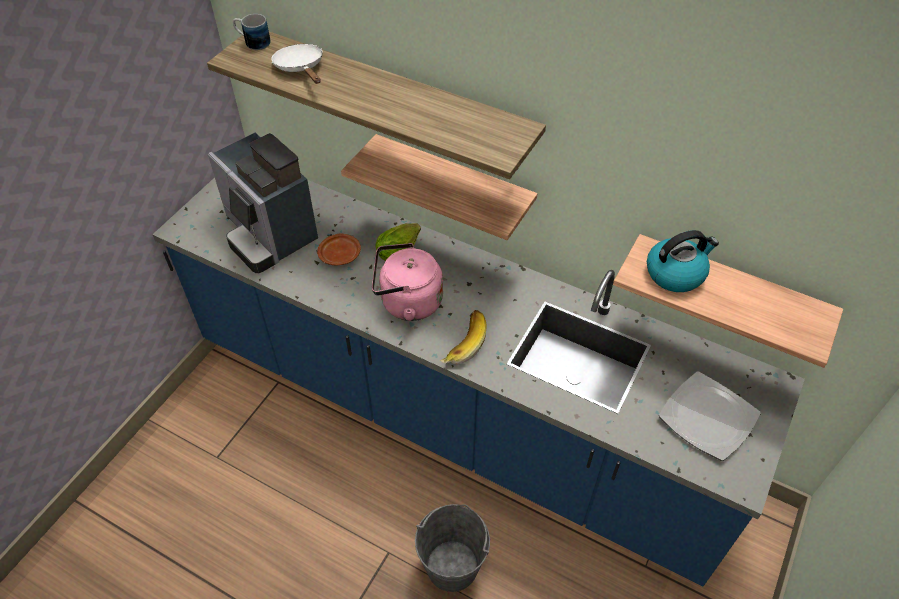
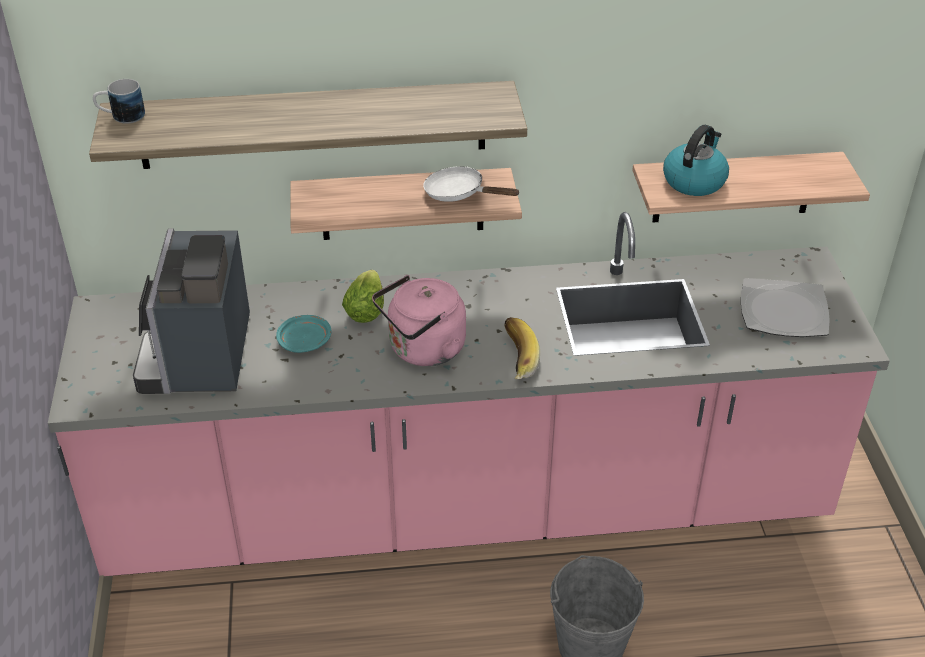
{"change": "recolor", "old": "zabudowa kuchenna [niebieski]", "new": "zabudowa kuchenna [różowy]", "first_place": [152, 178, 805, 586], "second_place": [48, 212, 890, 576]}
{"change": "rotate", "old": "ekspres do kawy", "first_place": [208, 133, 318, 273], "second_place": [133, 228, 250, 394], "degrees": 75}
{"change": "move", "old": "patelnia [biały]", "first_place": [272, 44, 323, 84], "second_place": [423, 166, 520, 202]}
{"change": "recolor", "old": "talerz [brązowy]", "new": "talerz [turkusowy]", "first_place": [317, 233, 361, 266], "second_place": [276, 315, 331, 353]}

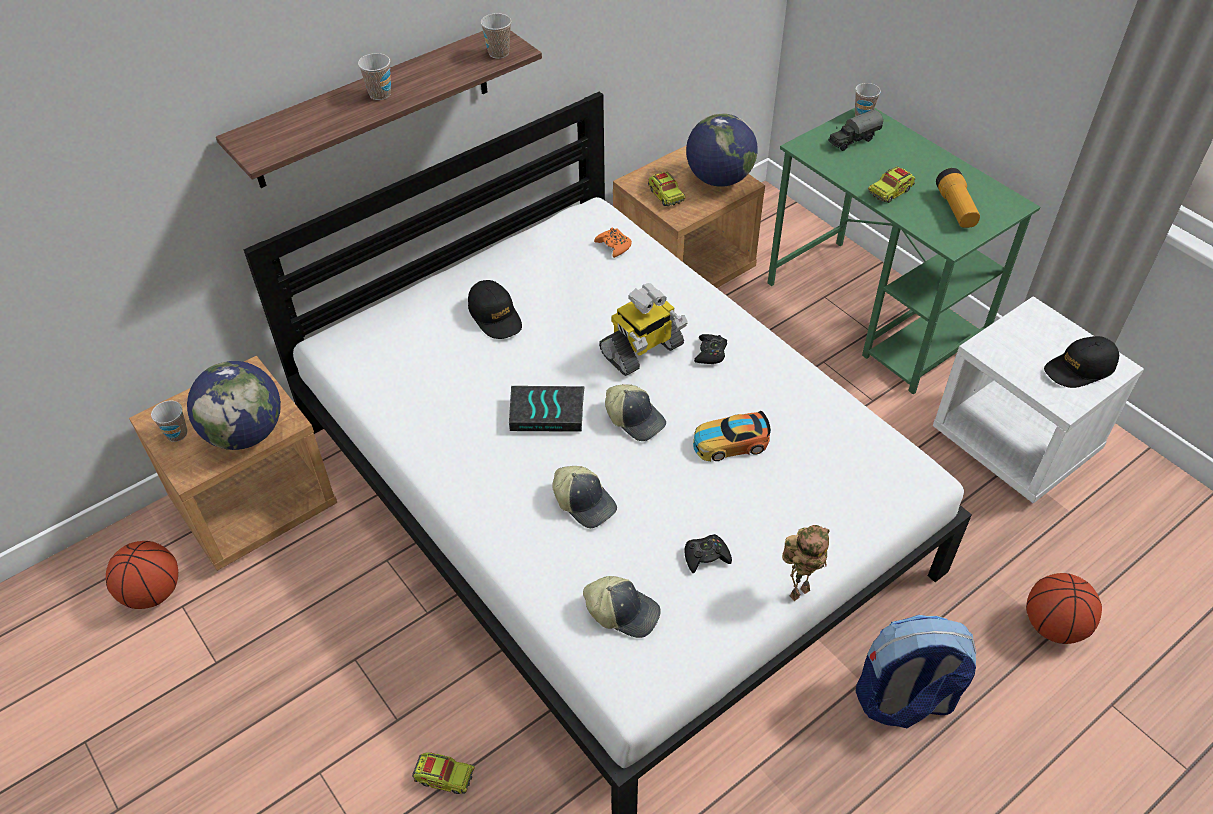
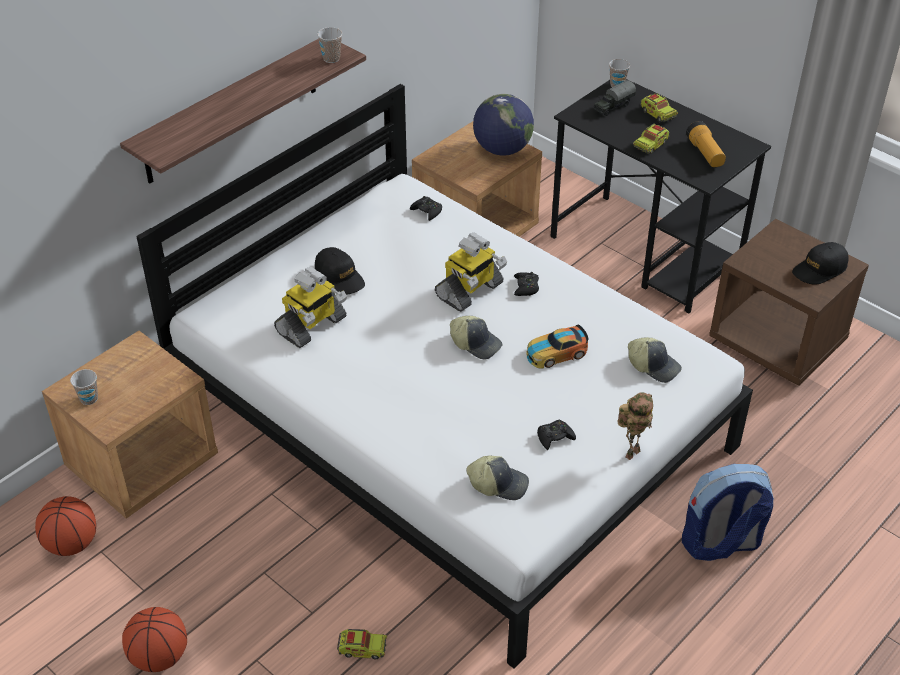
{"change": "delete", "old": "globus", "first_place": [187, 361, 281, 450]}
{"change": "delete", "old": "filiżanka", "first_place": [358, 53, 391, 100]}
{"change": "delete", "old": "książka", "first_place": [509, 386, 585, 432]}
{"change": "move", "old": "czapka z daszkiem", "first_place": [552, 466, 617, 528], "second_place": [628, 337, 682, 383]}
{"change": "recolor", "old": "pad do gier [pomarańczowy]", "new": "pad do gier [czarny]", "first_place": [594, 227, 632, 258], "second_place": [410, 196, 442, 221]}
{"change": "move", "old": "ciężarówka zabawkowa", "first_place": [648, 172, 686, 206], "second_place": [640, 93, 678, 122]}
{"change": "recolor", "old": "biurko [zielony]", "new": "biurko [czarny]", "first_place": [768, 108, 1040, 394], "second_place": [551, 79, 771, 313]}
{"change": "recolor", "old": "szafka nocna [biały]", "new": "szafka nocna [brązowy]", "first_place": [933, 296, 1144, 504], "second_place": [709, 219, 869, 386]}
{"change": "move", "old": "piłka do koszykówki", "first_place": [1026, 573, 1102, 644], "second_place": [122, 607, 187, 672]}
{"change": "insert", "new": "robot zabawkowy", "second_place": [274, 267, 347, 348]}

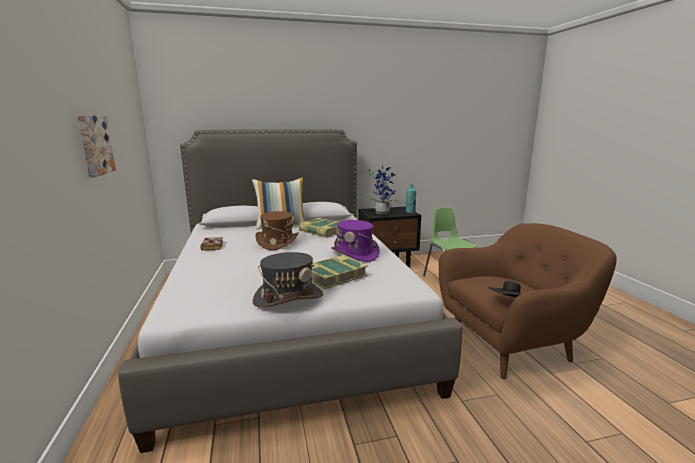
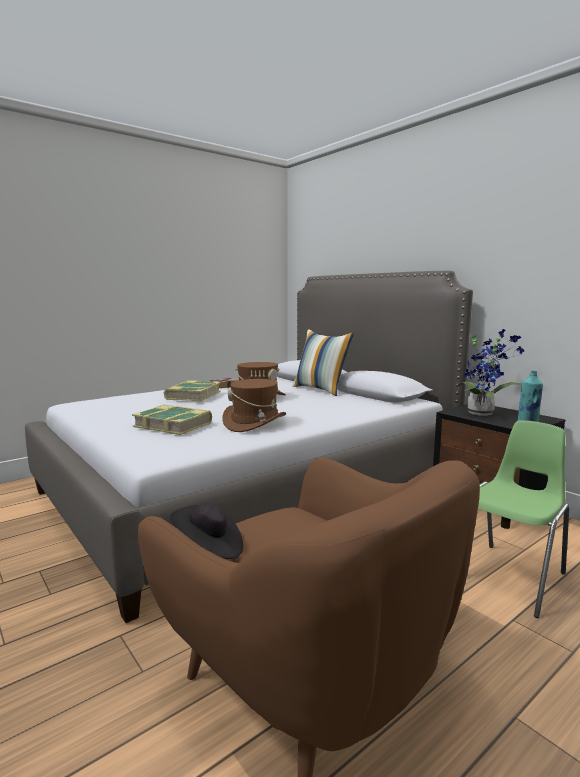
{"change": "delete", "old": "obraz", "first_place": [77, 115, 116, 177]}
{"change": "delete", "old": "kapelusz [szary]", "first_place": [253, 252, 323, 307]}
{"change": "move", "old": "książka", "first_place": [298, 218, 339, 238], "second_place": [164, 380, 221, 401]}
{"change": "recolor", "old": "kapelusz [fioletowy]", "new": "kapelusz [brązowy]", "first_place": [331, 220, 380, 262], "second_place": [222, 379, 286, 432]}

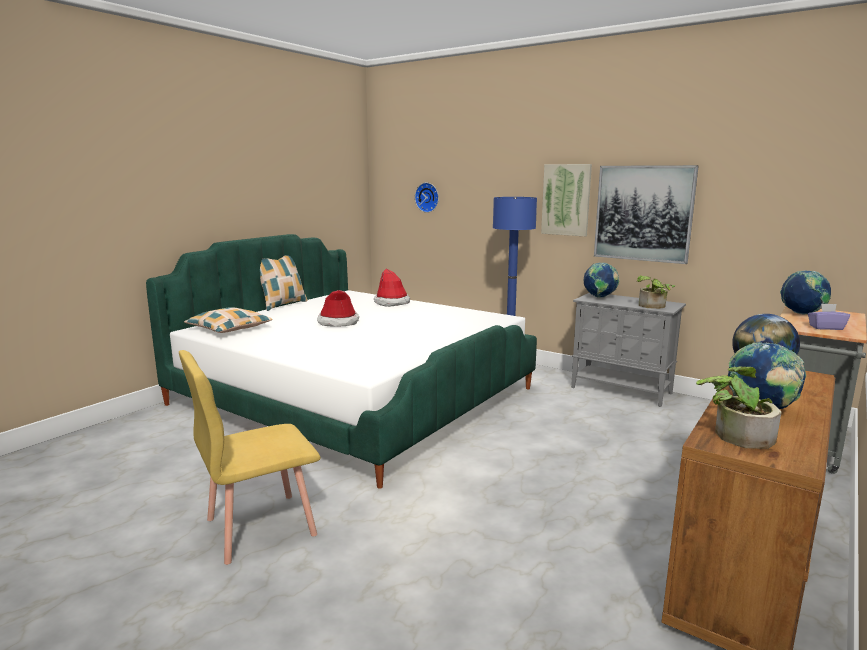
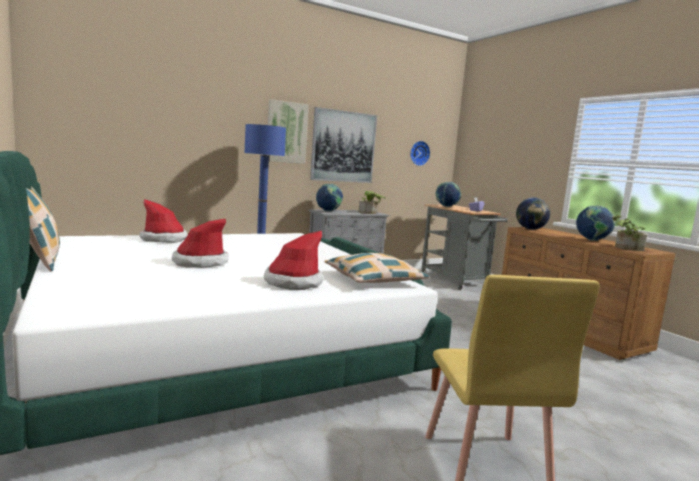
{"change": "move", "old": "poduszka", "first_place": [184, 307, 272, 333], "second_place": [325, 253, 429, 283]}
{"change": "move", "old": "zegar ścienny", "first_place": [415, 183, 439, 213], "second_place": [410, 141, 430, 166]}
{"change": "insert", "new": "kapelusz", "second_place": [264, 231, 324, 290]}

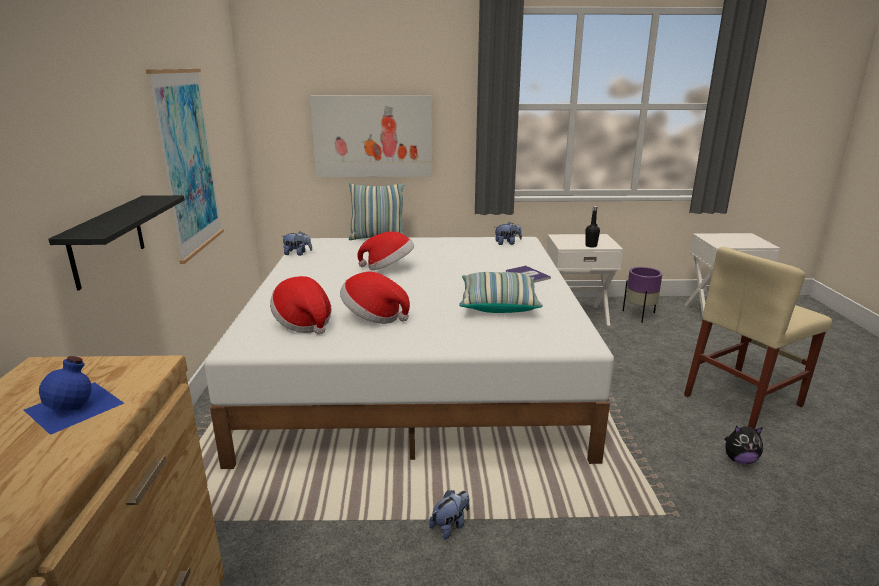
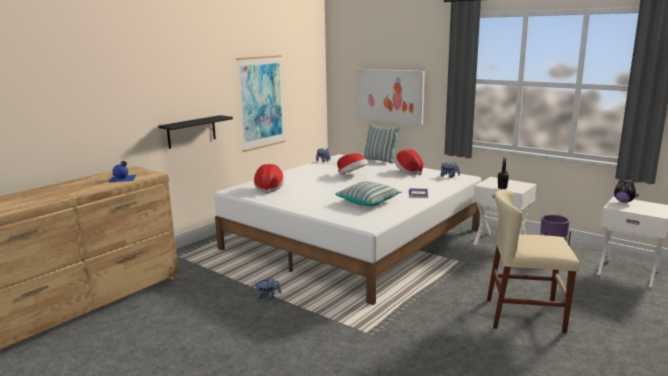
{"change": "move", "old": "kapelusz", "first_place": [340, 272, 410, 324], "second_place": [394, 149, 423, 175]}
{"change": "move", "old": "pluszak", "first_place": [725, 426, 763, 464], "second_place": [614, 178, 639, 203]}

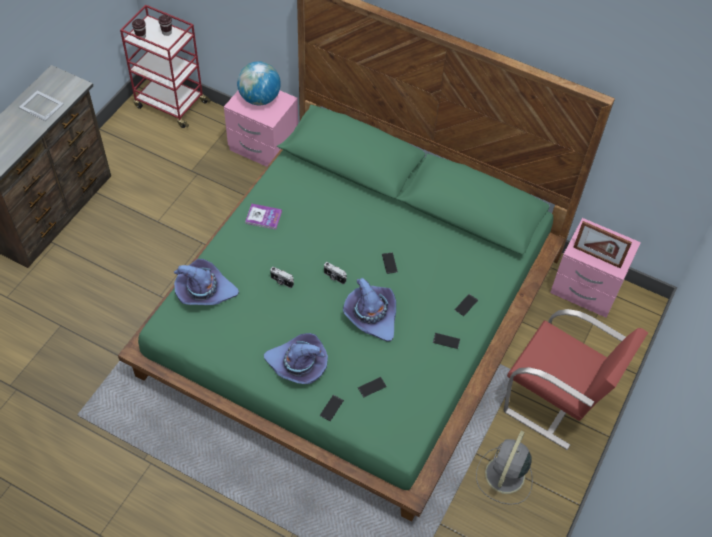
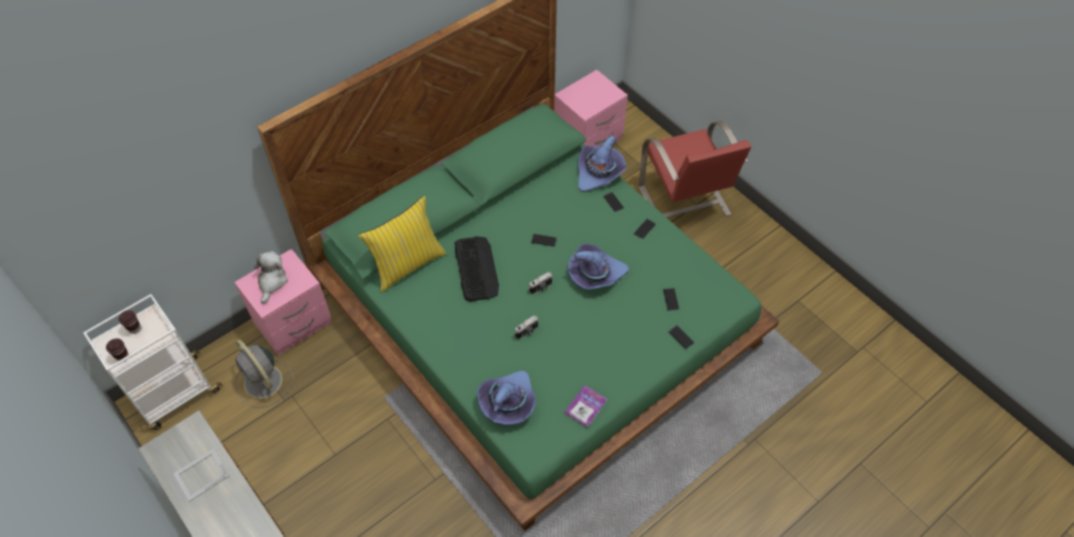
{"change": "recolor", "old": "wózek [czerwony]", "new": "wózek [biały]", "first_place": [120, 5, 211, 128], "second_place": [83, 294, 223, 430]}
{"change": "replace", "old": "globus", "new": "pluszak", "first_place": [237, 61, 281, 105], "second_place": [253, 251, 288, 303]}
{"change": "move", "old": "książka", "first_place": [245, 204, 282, 229], "second_place": [565, 385, 607, 428]}
{"change": "move", "old": "kapelusz [fioletowy]", "first_place": [264, 333, 328, 384], "second_place": [578, 136, 627, 192]}
{"change": "move", "old": "wentylator [szary]", "first_place": [476, 431, 533, 505], "second_place": [235, 339, 294, 408]}
{"change": "rotate", "old": "krzesło [czerwony]", "first_place": [504, 309, 648, 450], "second_place": [639, 121, 751, 218], "degrees": 105}
{"change": "delete", "old": "ramka na zdjęcie", "first_place": [573, 221, 632, 269]}
{"change": "insert", "new": "poduszka [żółty]", "second_place": [358, 196, 446, 292]}
{"change": "insert", "new": "klawiatura", "second_place": [455, 236, 499, 302]}

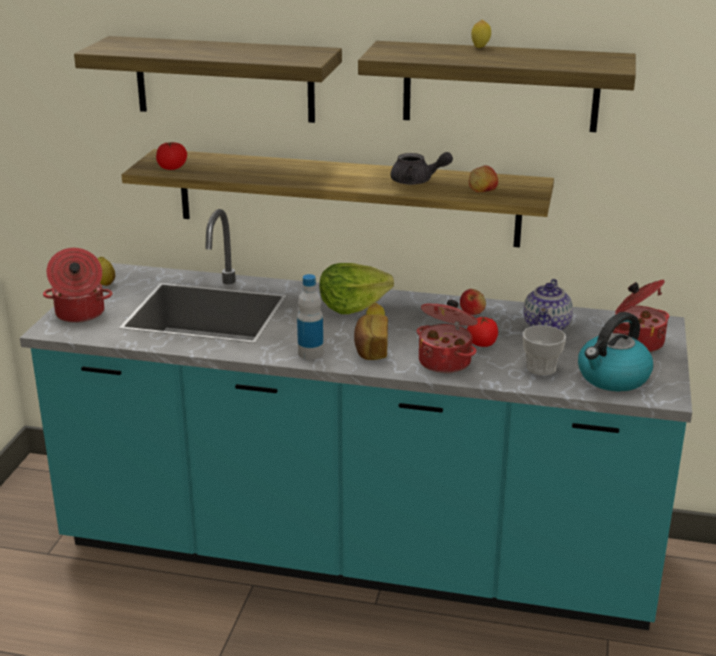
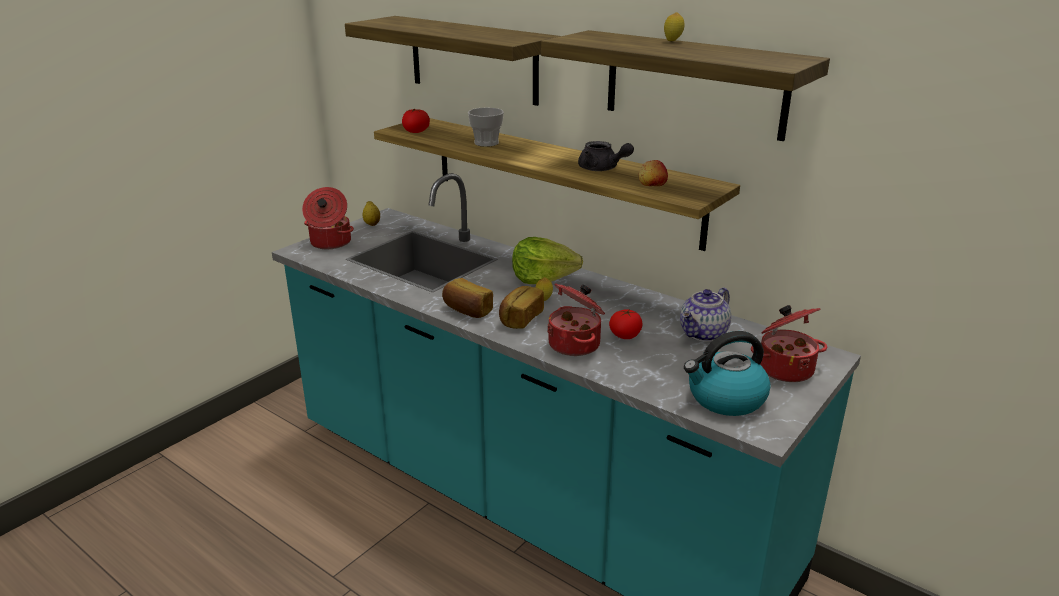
{"change": "replace", "old": "butelka", "new": "chleb", "first_place": [297, 274, 324, 360], "second_place": [442, 278, 493, 318]}
{"change": "delete", "old": "jabłko", "first_place": [460, 289, 486, 315]}
{"change": "move", "old": "filiżanka", "first_place": [523, 325, 566, 376], "second_place": [468, 108, 504, 147]}

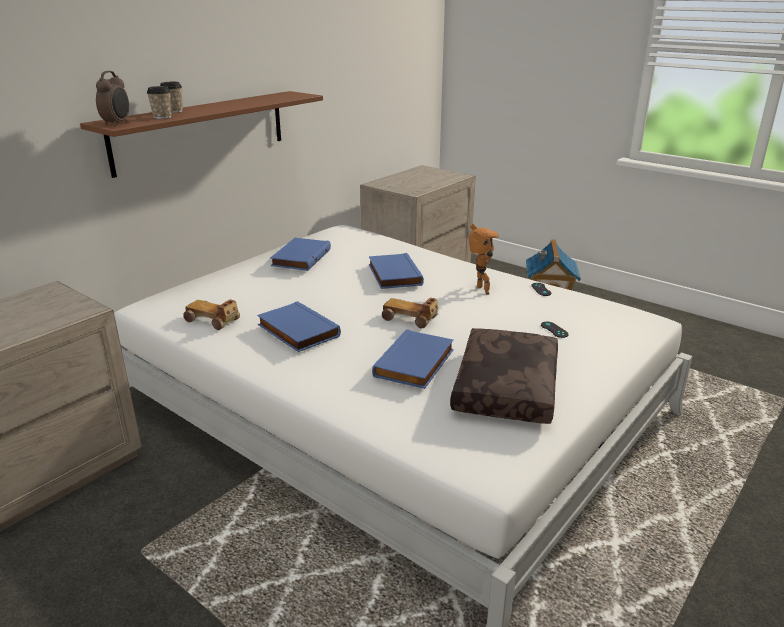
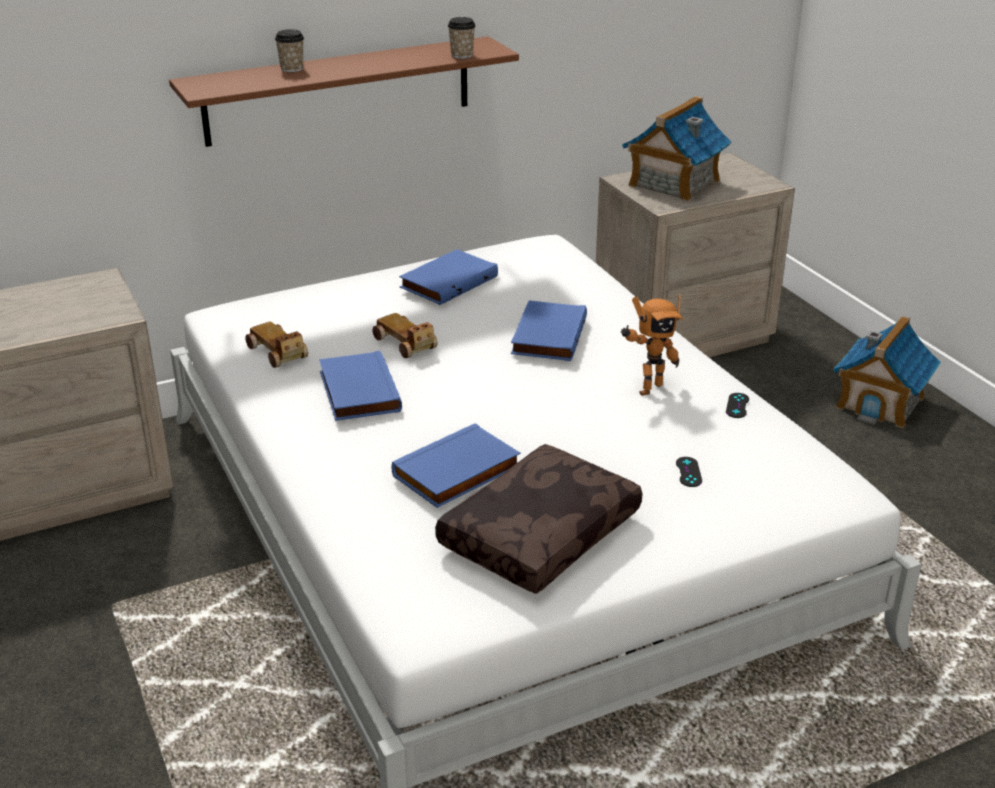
{"change": "delete", "old": "budzik", "first_place": [96, 71, 129, 126]}
{"change": "move", "old": "filiżanka", "first_place": [147, 86, 172, 119], "second_place": [448, 17, 476, 59]}
{"change": "move", "old": "samochodzik", "first_place": [382, 298, 438, 328], "second_place": [373, 313, 437, 358]}
{"change": "rotate", "old": "robot zabawkowy", "first_place": [469, 224, 499, 295], "second_place": [621, 294, 683, 396], "degrees": 45}
{"change": "insert", "new": "domek", "second_place": [622, 96, 731, 202]}

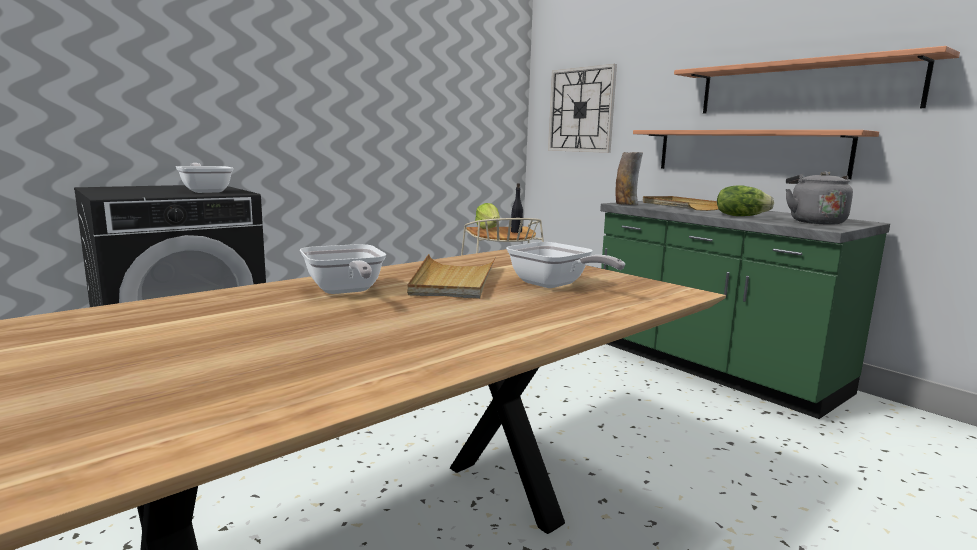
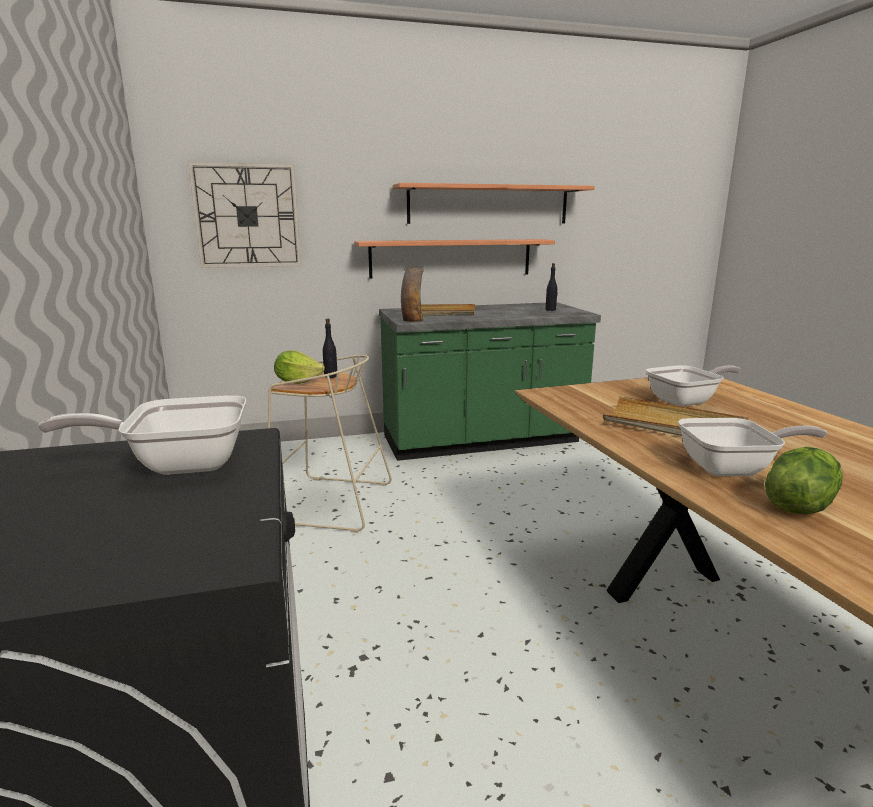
{"change": "move", "old": "sałata", "first_place": [717, 185, 774, 216], "second_place": [765, 447, 843, 514]}
{"change": "replace", "old": "czajnik [szary]", "new": "butelka [czarny]", "first_place": [786, 171, 853, 225], "second_place": [545, 263, 558, 311]}

